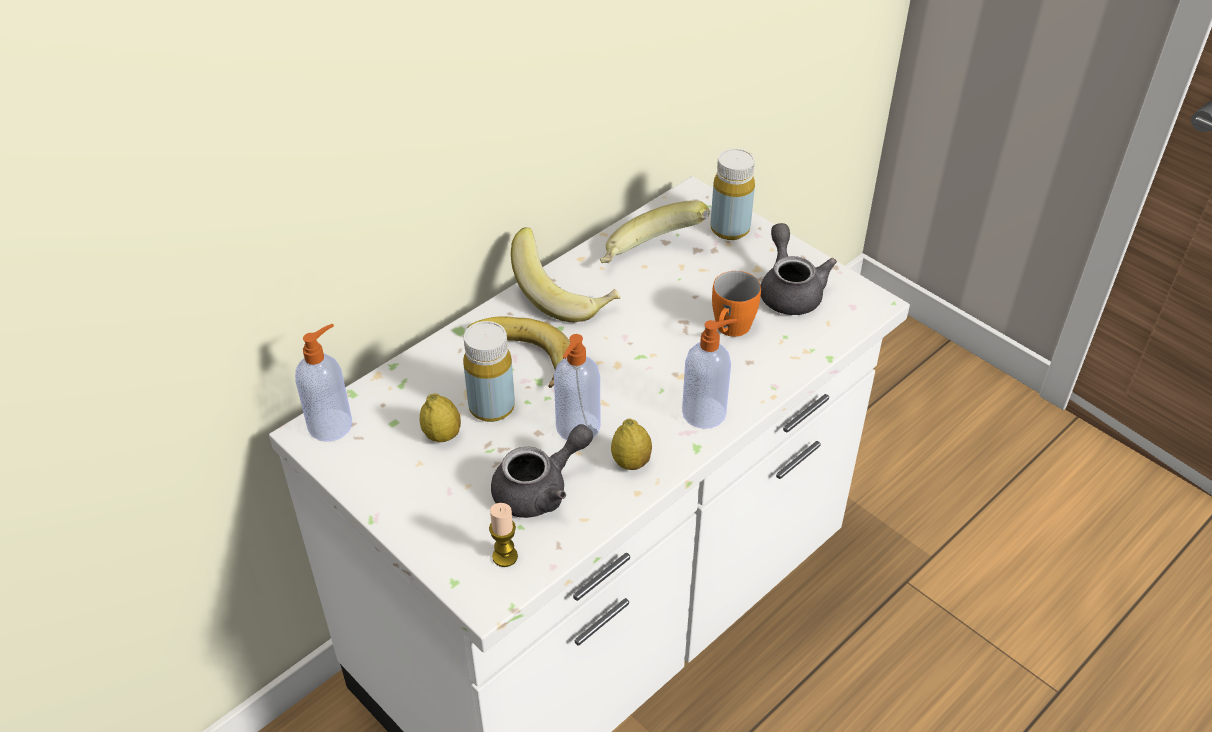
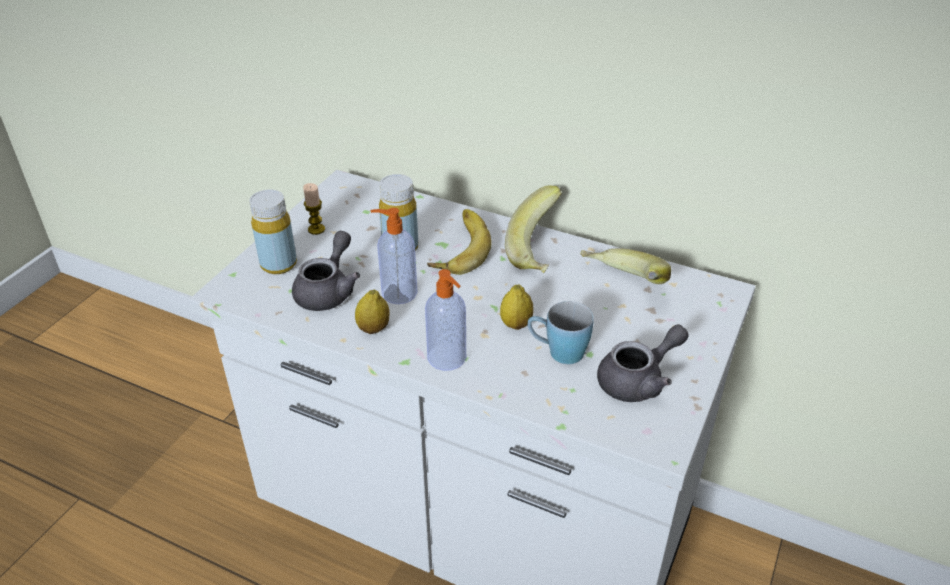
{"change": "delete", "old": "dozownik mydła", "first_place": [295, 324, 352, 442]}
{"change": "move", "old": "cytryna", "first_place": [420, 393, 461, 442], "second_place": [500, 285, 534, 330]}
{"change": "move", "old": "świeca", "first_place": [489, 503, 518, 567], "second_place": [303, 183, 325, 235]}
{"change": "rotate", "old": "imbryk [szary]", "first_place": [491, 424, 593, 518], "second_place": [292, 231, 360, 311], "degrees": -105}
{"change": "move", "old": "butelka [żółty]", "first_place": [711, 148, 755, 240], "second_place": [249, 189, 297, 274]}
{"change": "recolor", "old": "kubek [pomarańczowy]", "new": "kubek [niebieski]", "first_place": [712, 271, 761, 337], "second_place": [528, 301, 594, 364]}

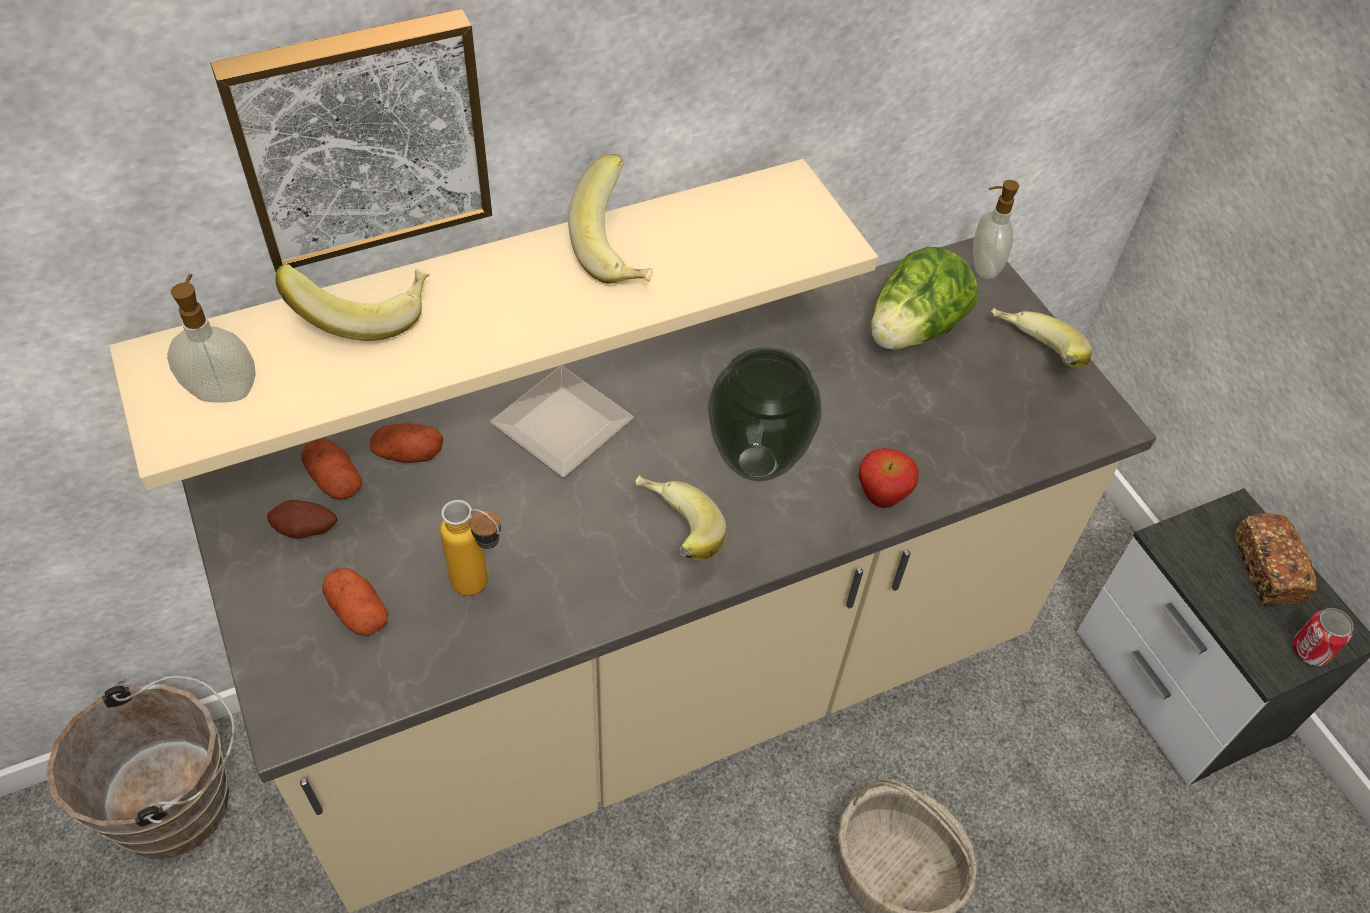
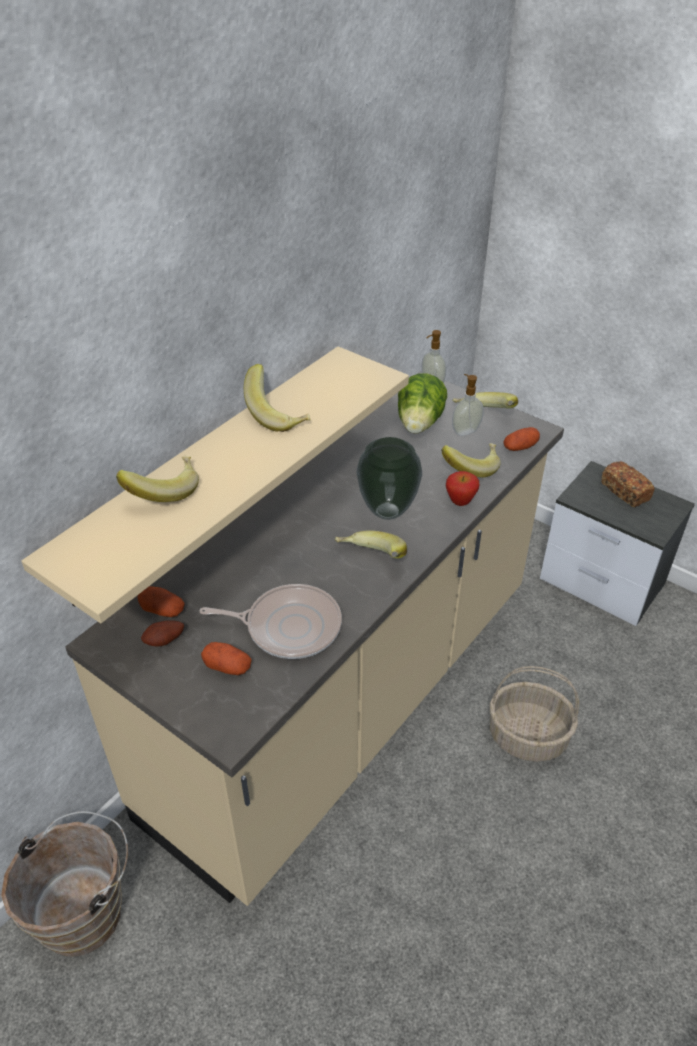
{"change": "move", "old": "dozownik mydła", "first_place": [167, 274, 256, 402], "second_place": [452, 374, 484, 436]}
{"change": "delete", "old": "obraz", "first_place": [210, 9, 492, 272]}
{"change": "move", "old": "ziemniak", "first_place": [370, 424, 443, 463], "second_place": [503, 427, 540, 451]}
{"change": "replace", "old": "butelka", "new": "patelnia", "first_place": [440, 500, 501, 596], "second_place": [200, 584, 342, 659]}
{"change": "delete", "old": "talerz", "first_place": [490, 366, 634, 477]}
{"change": "delete", "old": "puszka", "first_place": [1292, 608, 1354, 666]}
{"change": "insert", "new": "banan", "second_place": [441, 443, 501, 478]}

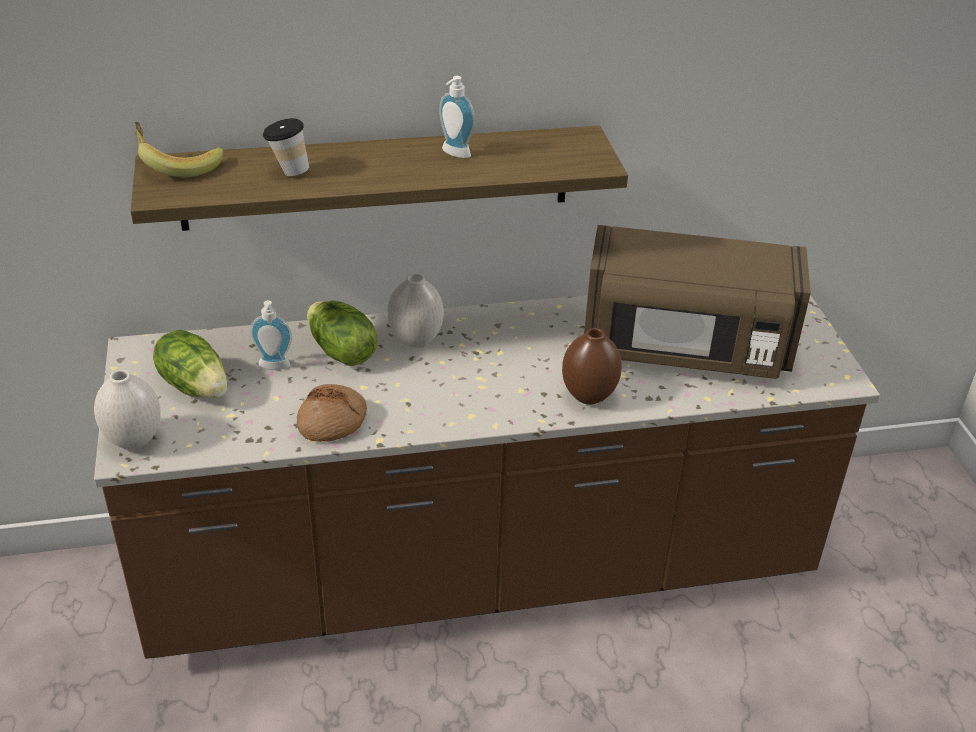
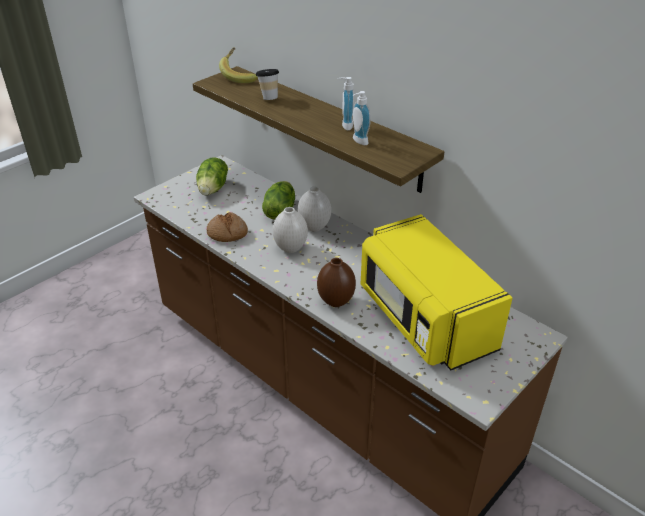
{"change": "move", "old": "wazon [biały]", "first_place": [94, 370, 161, 450], "second_place": [273, 207, 308, 253]}
{"change": "move", "old": "dozownik mydła", "first_place": [250, 300, 292, 370], "second_place": [353, 91, 371, 145]}
{"change": "recolor", "old": "mikrofalówka [brązowy]", "new": "mikrofalówka [żółty]", "first_place": [584, 225, 811, 379], "second_place": [361, 214, 512, 370]}

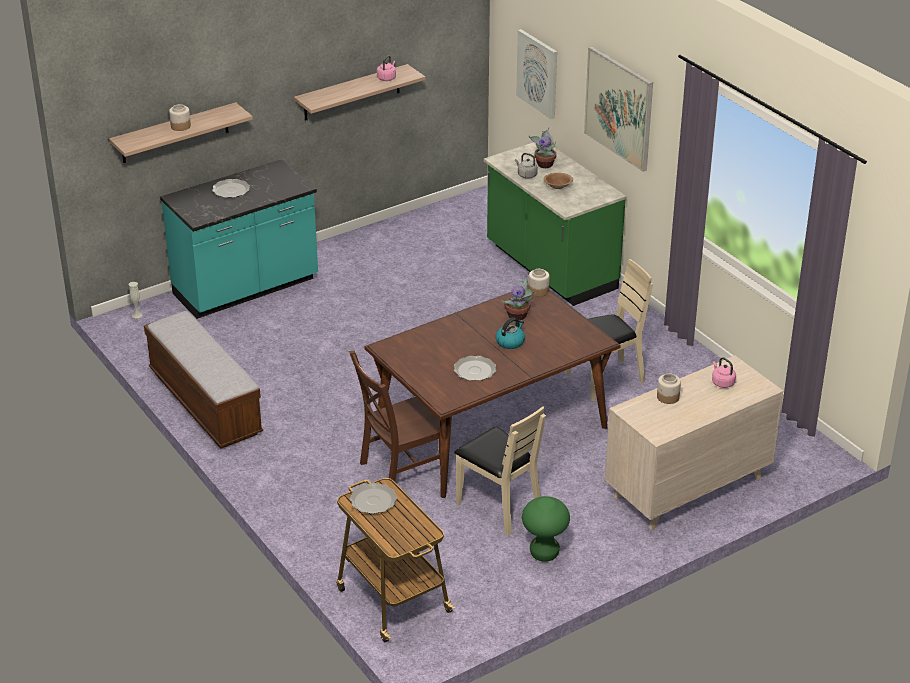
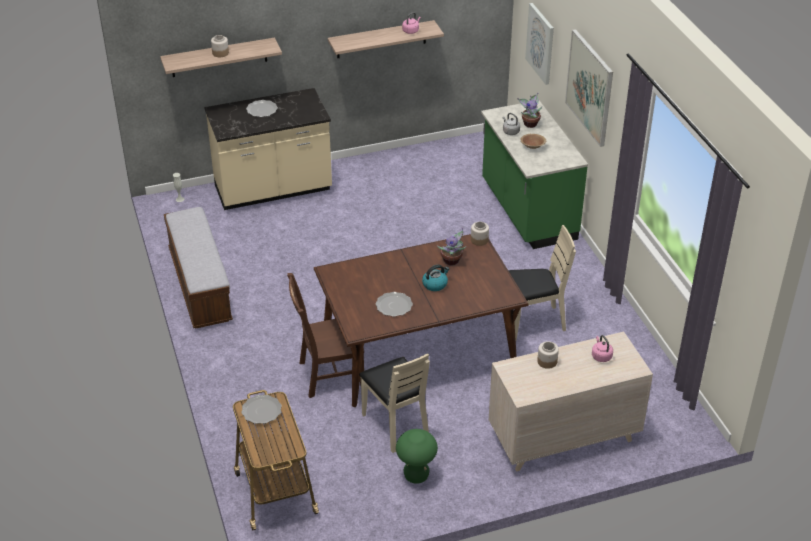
{"change": "recolor", "old": "zabudowa kuchenna [turkusowy]", "new": "zabudowa kuchenna [beżowy]", "first_place": [160, 159, 318, 319], "second_place": [204, 88, 332, 210]}

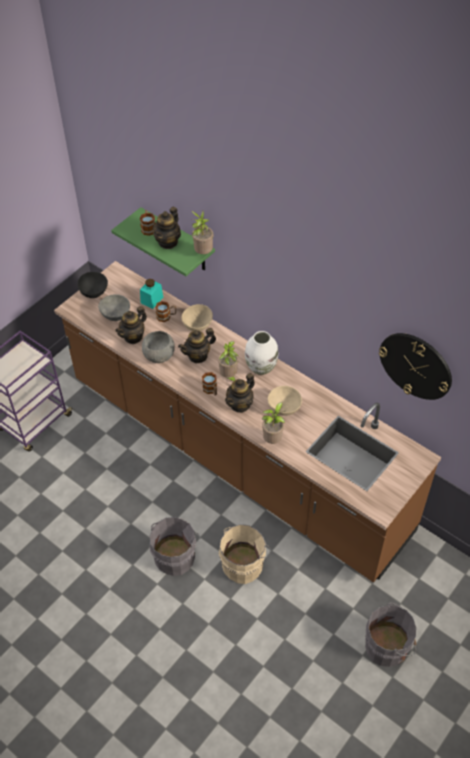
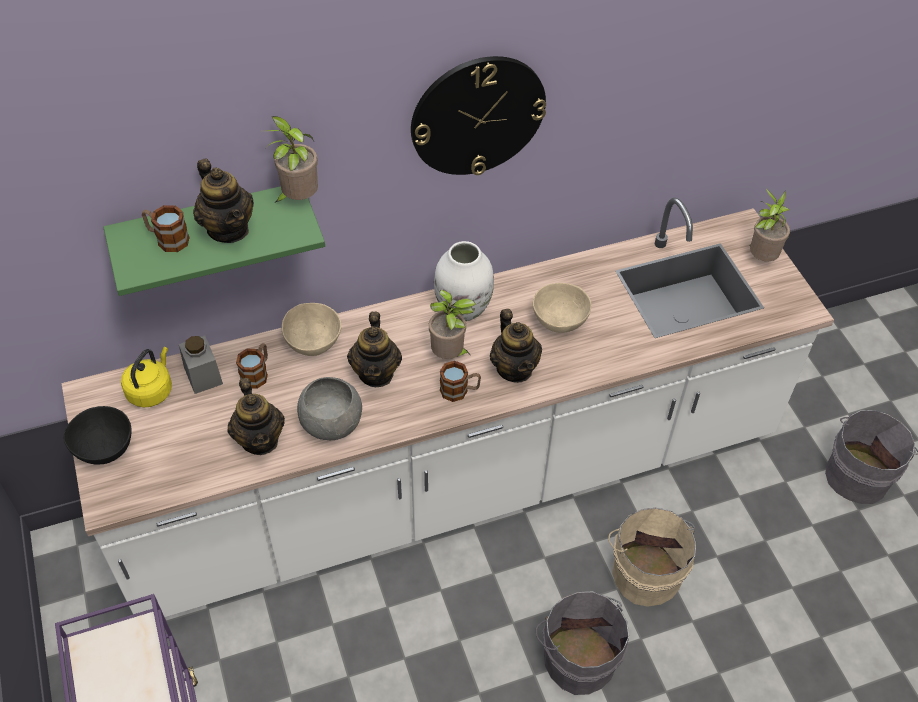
{"change": "recolor", "old": "zabudowa kuchenna [brązowy]", "new": "zabudowa kuchenna [biały]", "first_place": [54, 261, 441, 582], "second_place": [61, 198, 834, 617]}
{"change": "delete", "old": "miska [szary]", "first_place": [98, 294, 130, 321]}
{"change": "recolor", "old": "słoik [turkusowy]", "new": "słoik [szary]", "first_place": [140, 279, 164, 309], "second_place": [179, 335, 223, 394]}
{"change": "move", "old": "roślina doniczkowa", "first_place": [262, 402, 285, 444], "second_place": [750, 188, 790, 261]}
{"change": "move", "old": "zegar ścienny", "first_place": [379, 333, 452, 400], "second_place": [411, 56, 546, 175]}
{"change": "insert", "new": "czajnik [żółty]", "second_place": [121, 347, 172, 407]}

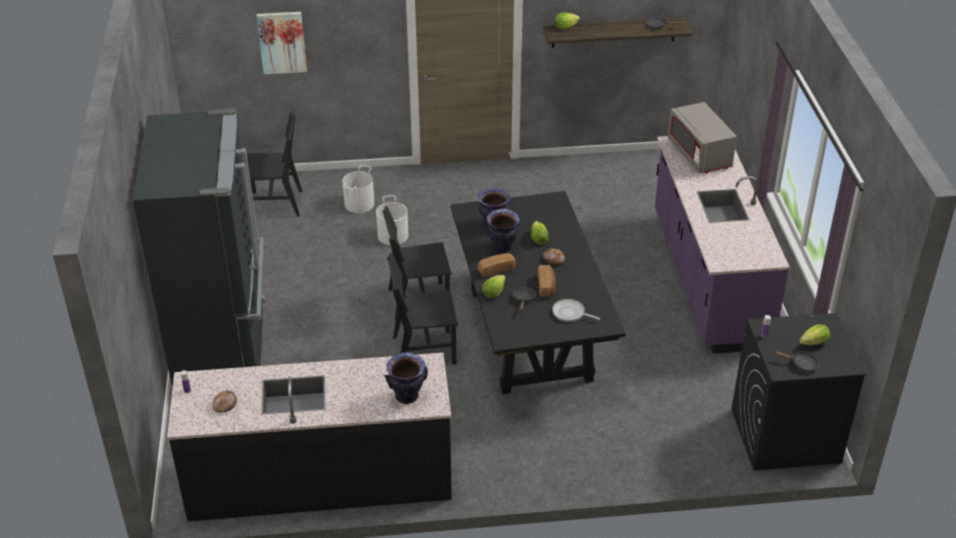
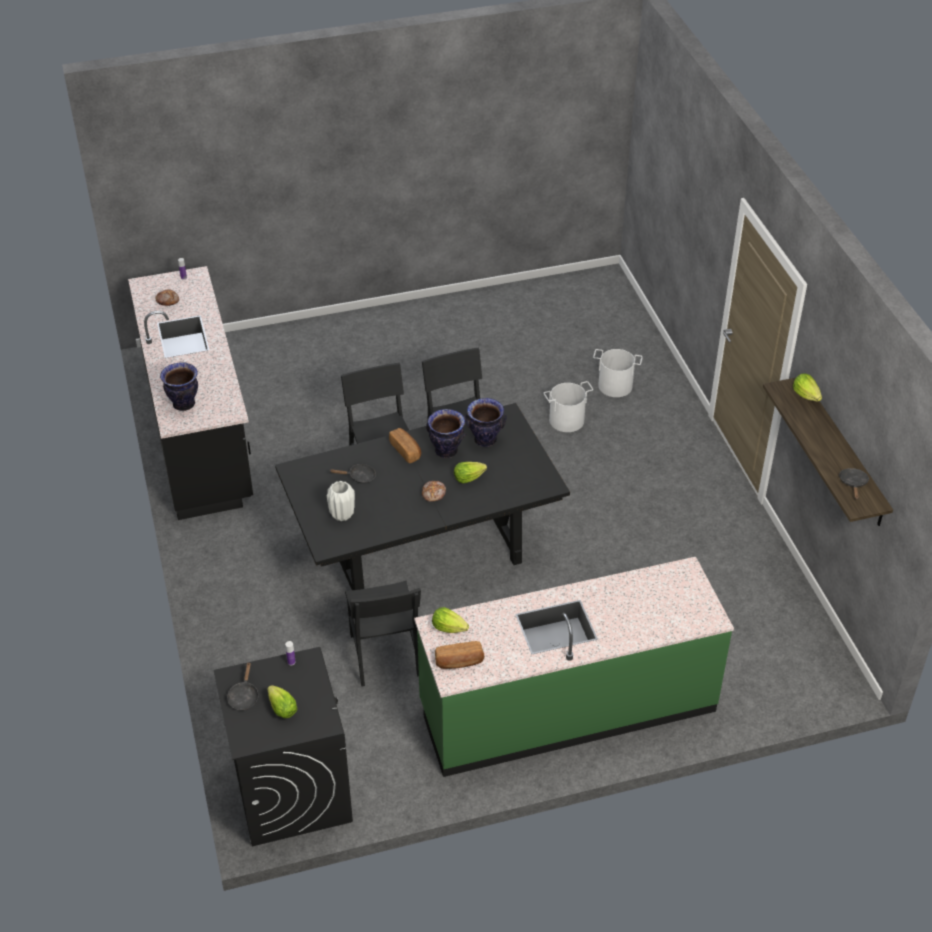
{"change": "delete", "old": "lodówka [czarny]", "first_place": [133, 109, 266, 389]}
{"change": "move", "old": "krzesło [czarny]", "first_place": [247, 112, 302, 217], "second_place": [345, 581, 421, 686]}
{"change": "delete", "old": "obraz", "first_place": [257, 12, 307, 74]}
{"change": "move", "old": "sałata", "first_place": [482, 275, 506, 298], "second_place": [432, 607, 469, 633]}
{"change": "move", "old": "chleb", "first_place": [538, 265, 556, 297], "second_place": [435, 641, 484, 669]}
{"change": "replace", "old": "patelnia", "new": "wazon [biały]", "first_place": [552, 299, 600, 322], "second_place": [327, 481, 355, 521]}
{"change": "recolor", "old": "zabudowa kuchenna [fioletowy]", "new": "zabudowa kuchenna [zielony]", "first_place": [655, 136, 790, 354], "second_place": [414, 557, 734, 777]}
{"change": "delete", "old": "mikrofalówka [szary]", "first_place": [668, 102, 737, 173]}

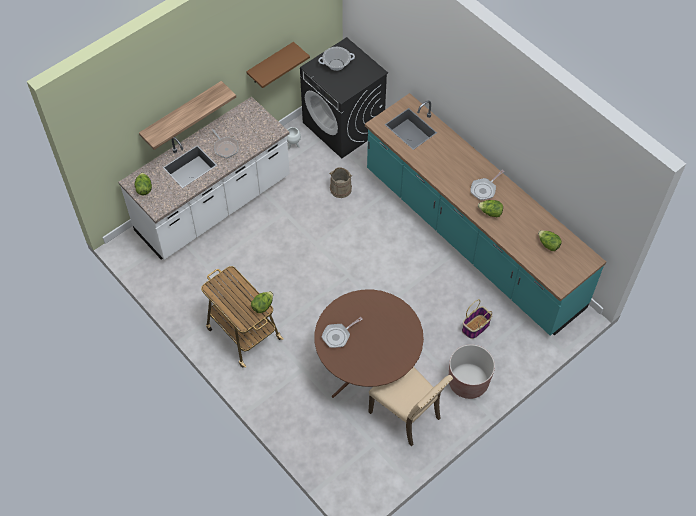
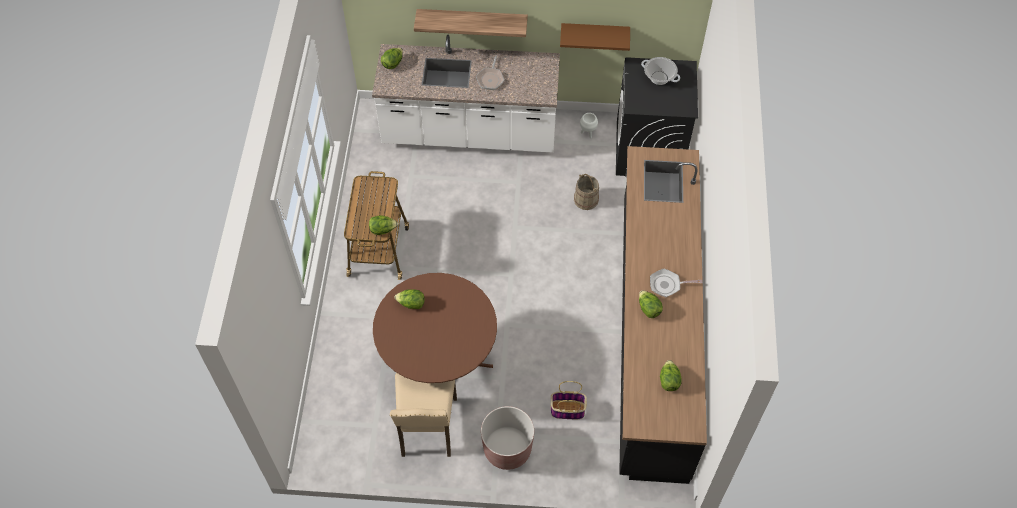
{"change": "replace", "old": "patelnia", "new": "sałata", "first_place": [322, 317, 363, 348], "second_place": [395, 289, 425, 309]}
{"change": "recolor", "old": "zabudowa kuchenna [turkusowy]", "new": "zabudowa kuchenna [czarny]", "first_place": [365, 93, 606, 336], "second_place": [619, 146, 707, 484]}

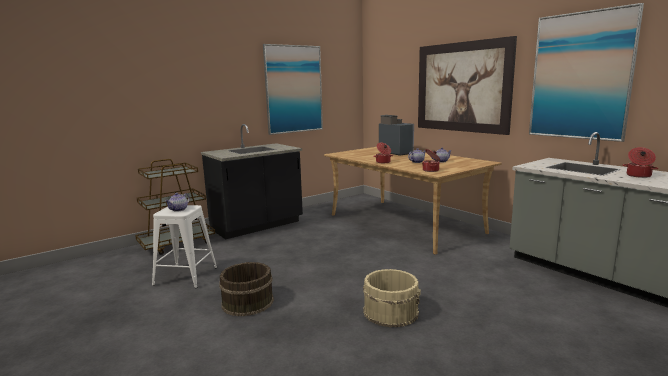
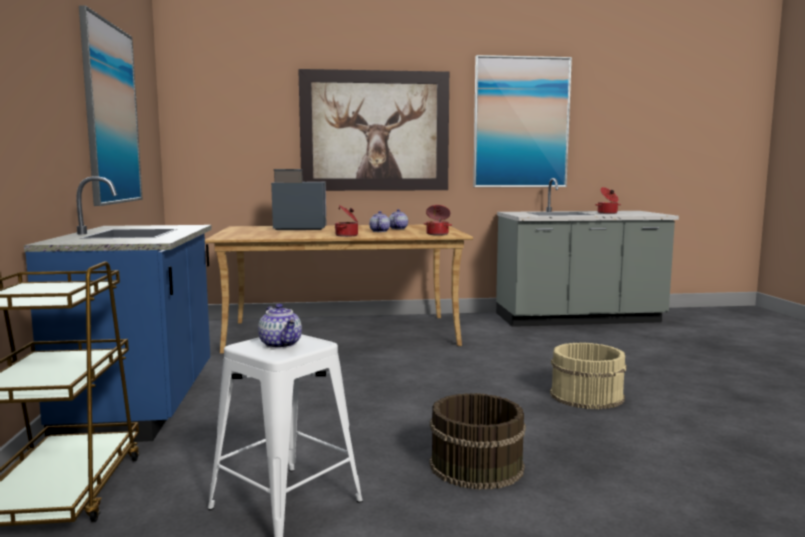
{"change": "recolor", "old": "zabudowa kuchenna [czarny]", "new": "zabudowa kuchenna [niebieski]", "first_place": [201, 124, 303, 240], "second_place": [24, 176, 212, 442]}

